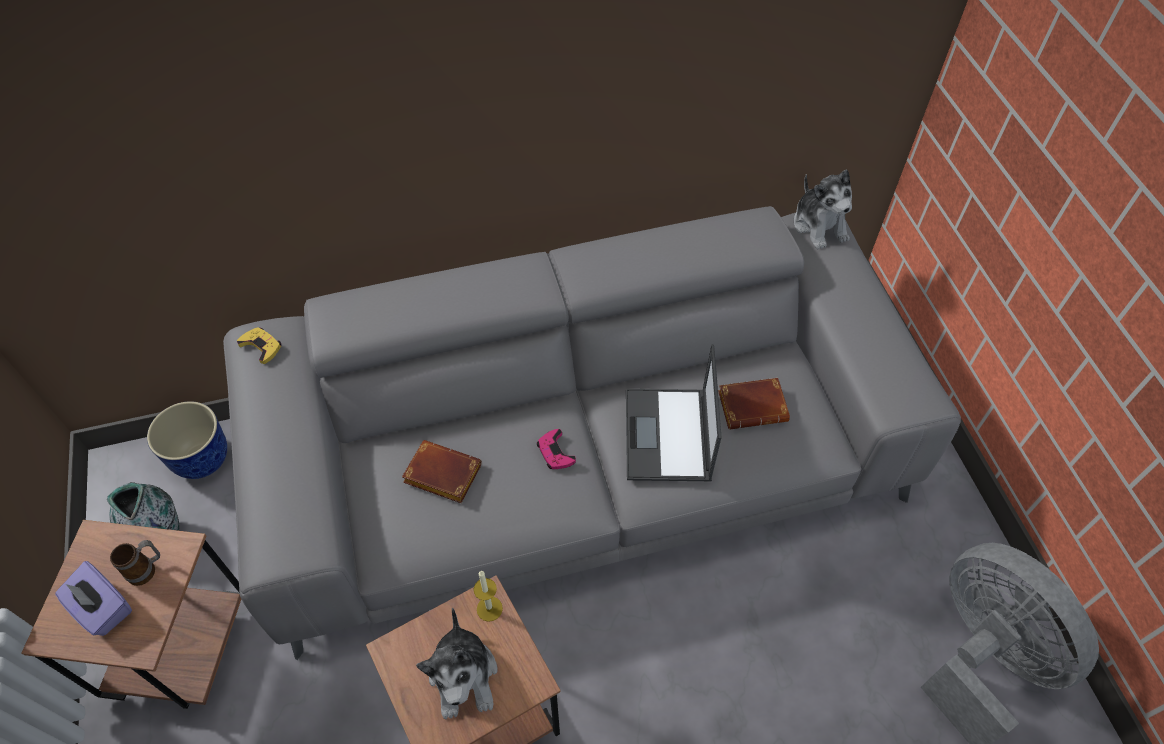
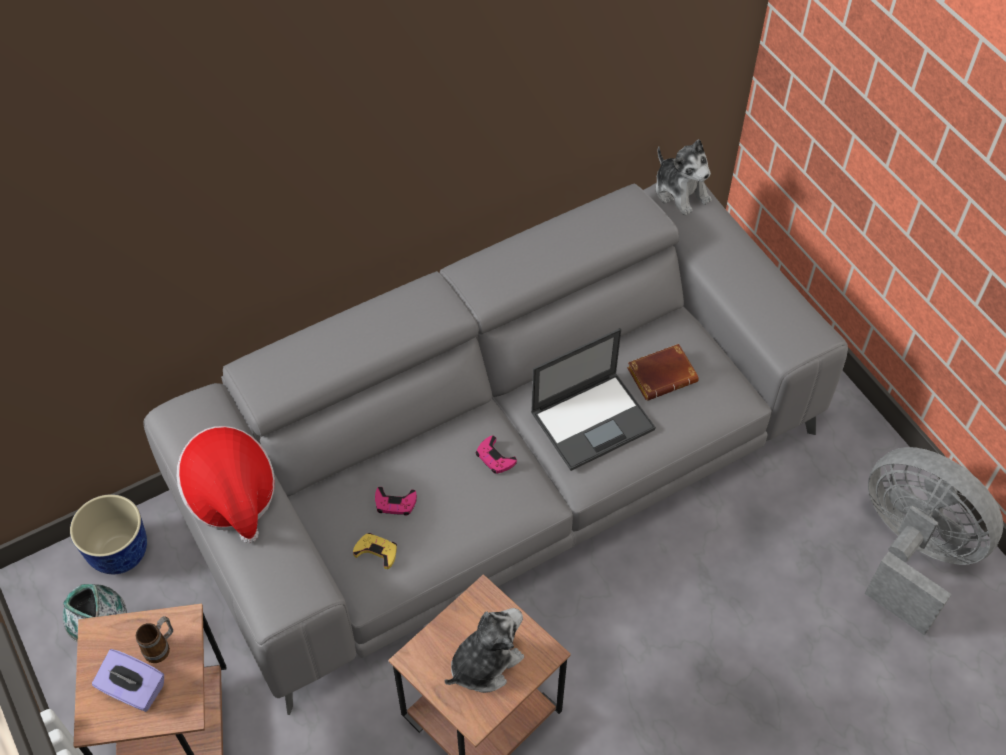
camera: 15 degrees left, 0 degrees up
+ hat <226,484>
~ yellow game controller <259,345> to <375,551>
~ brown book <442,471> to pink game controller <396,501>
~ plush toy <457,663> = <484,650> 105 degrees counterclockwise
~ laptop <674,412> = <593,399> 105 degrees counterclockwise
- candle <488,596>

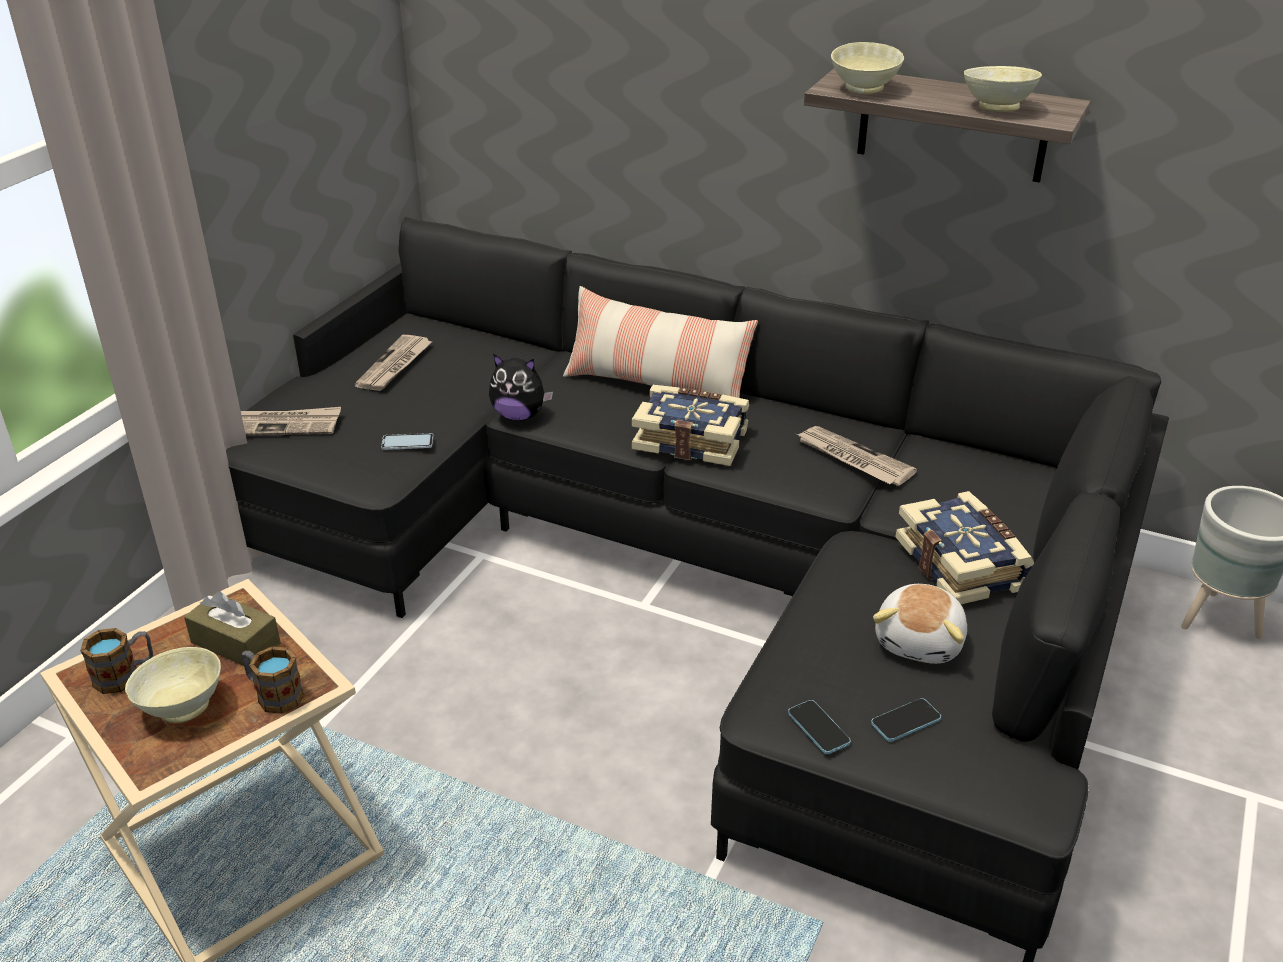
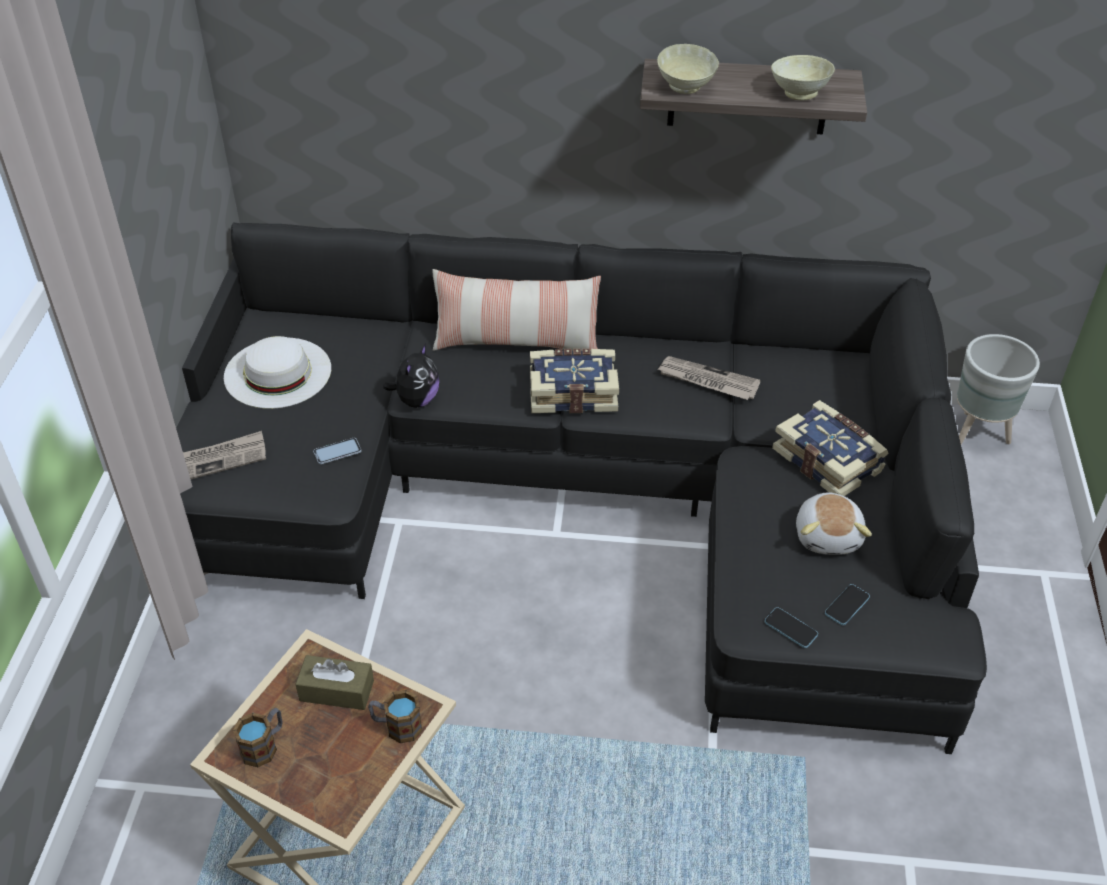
camera: 20 degrees left, 10 degrees up
~ newspaper <394,363> to white hat <277,372>
~ plush toy <521,387> = <411,375> 60 degrees counterclockwise
- beige bowl <173,685>

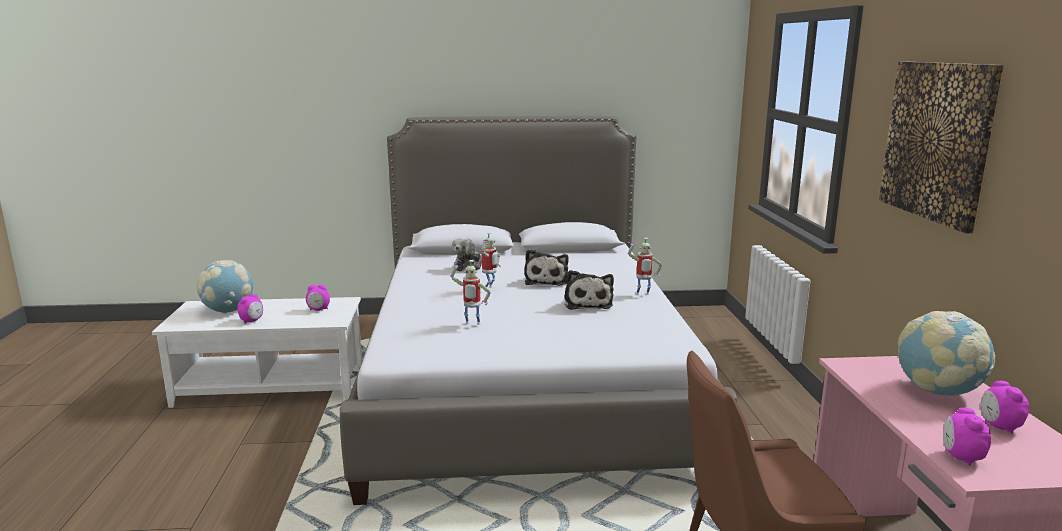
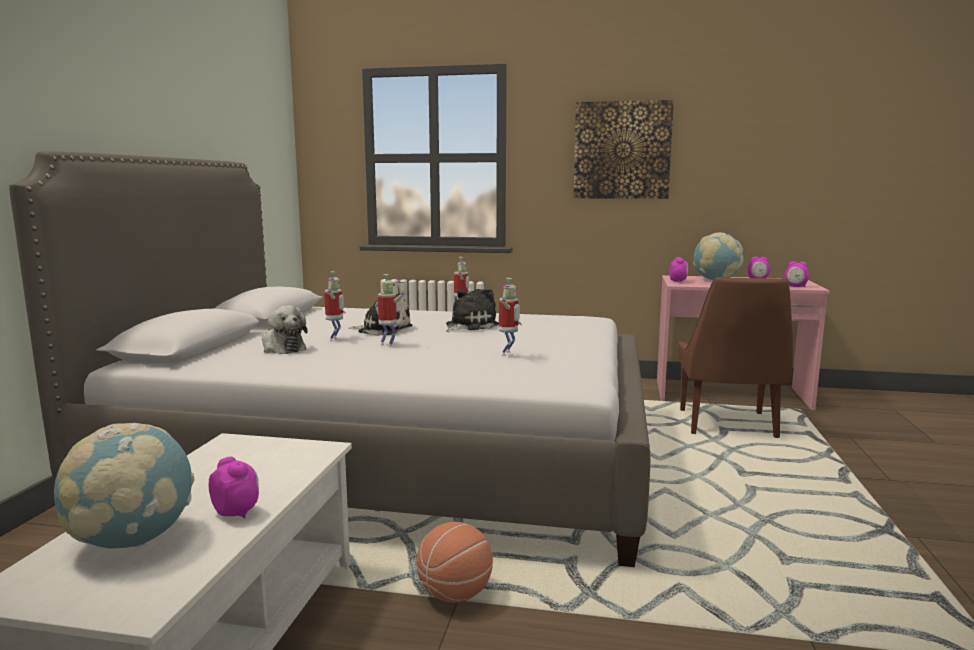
camera: 75 degrees left, 5 degrees down
+ toy robot <335,306>
+ basketball <454,562>
~ plush toy <589,290> = <472,310> 60 degrees counterclockwise
~ alarm clock <318,297> to <679,269>

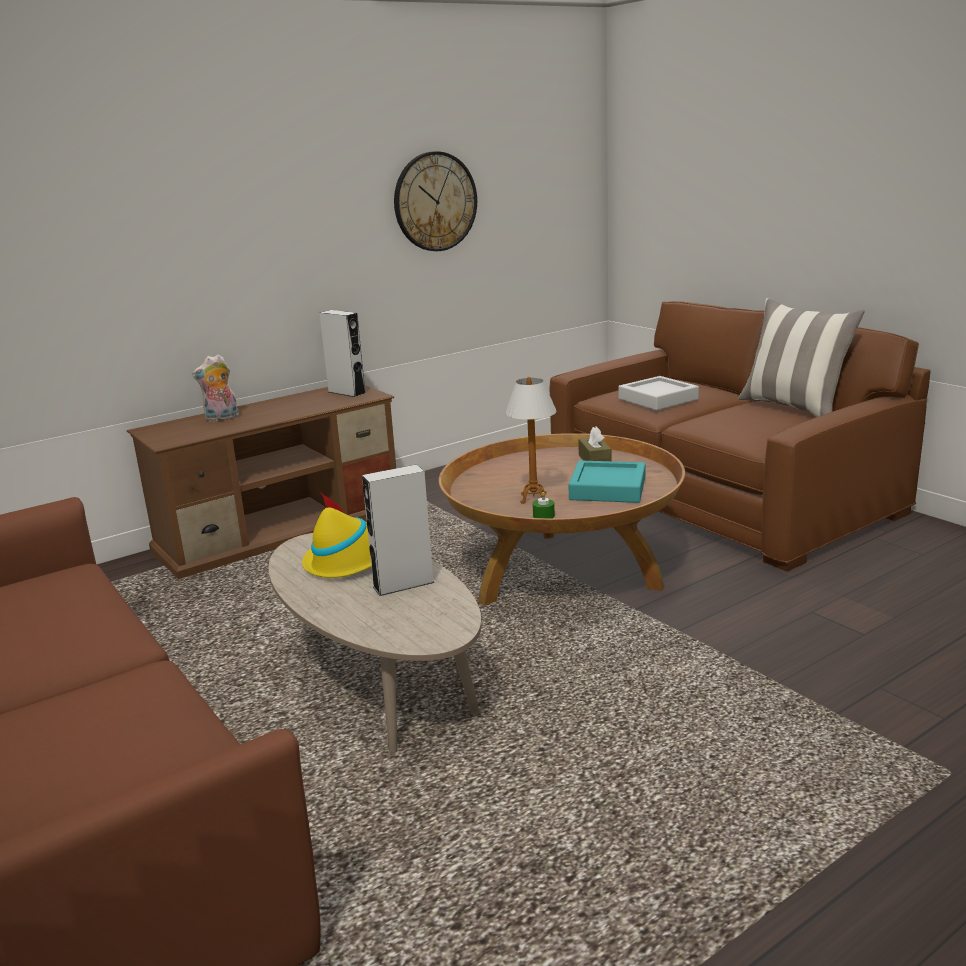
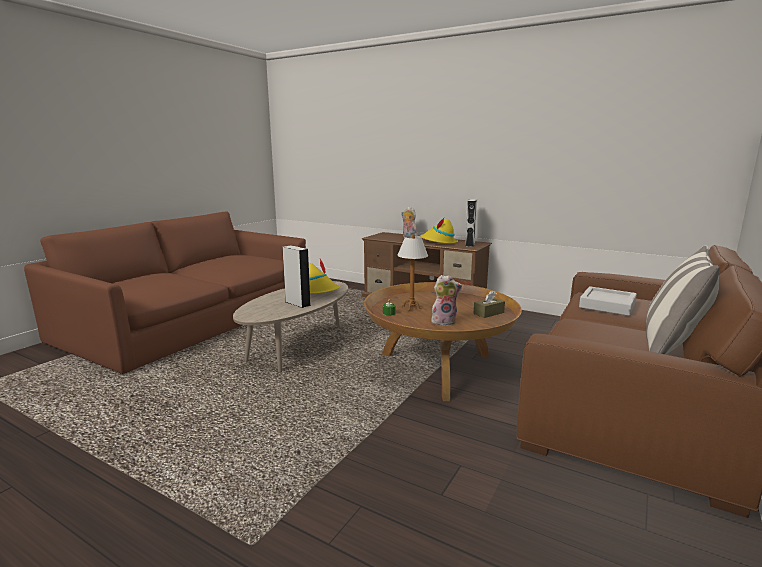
camera: 65 degrees right, 5 degrees down
+ yellow hat <439,230>
~ turquoise tray <607,481> to plush toy <446,300>
- wall clock <435,201>

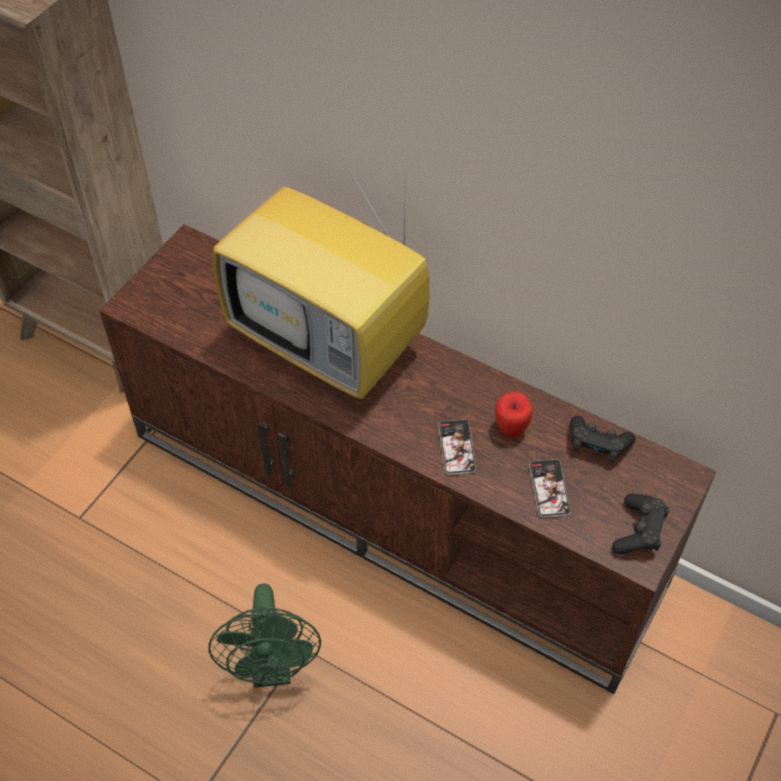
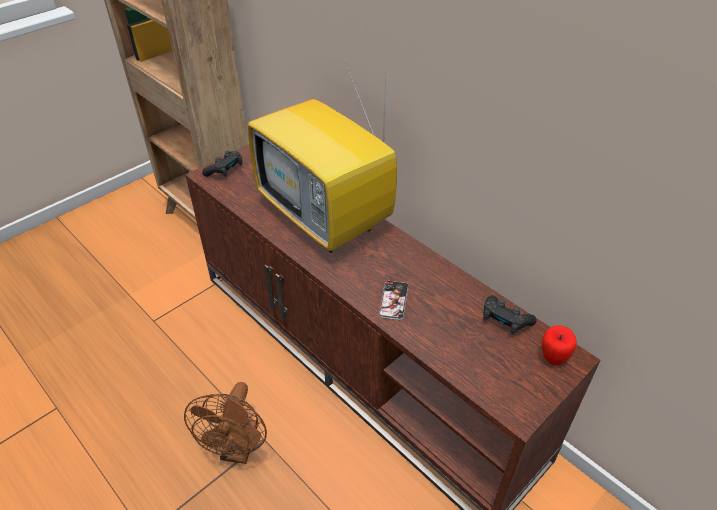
camera: 15 degrees right, 10 degrees down
~ green fan <264,635> to brown fan <225,423>
~ black game controller <640,524> to <222,164>
~ apple <514,414> to <559,346>
- phone <550,488>

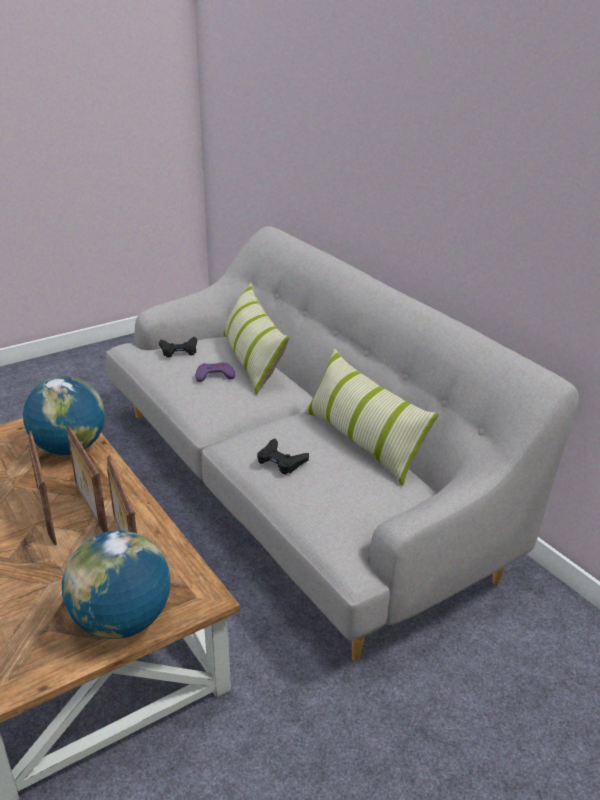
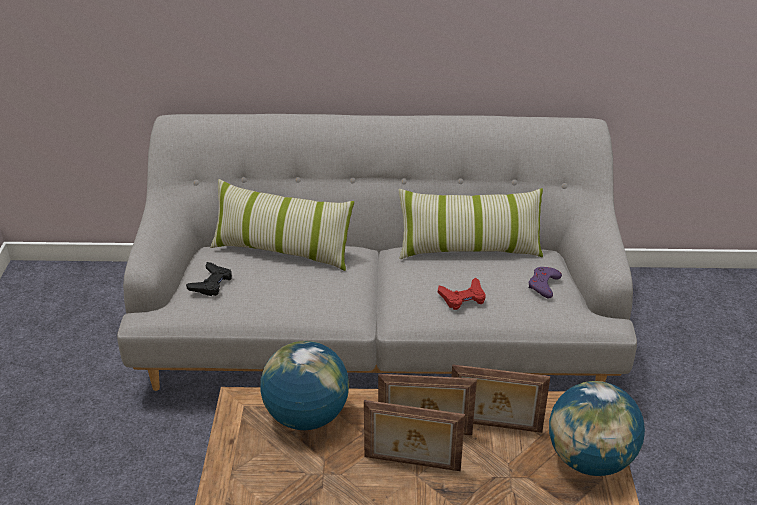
camera: 55 degrees left, 5 degrees up
~ black game controller <283,456> to red game controller <462,294>
~ purple game controller <215,372> to <545,282>

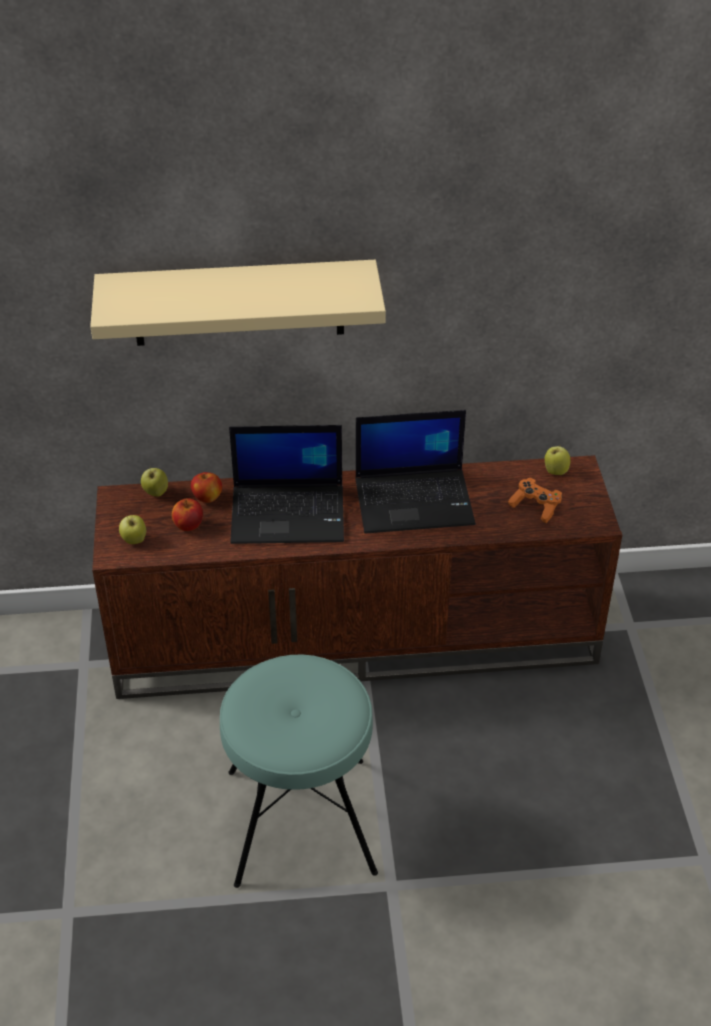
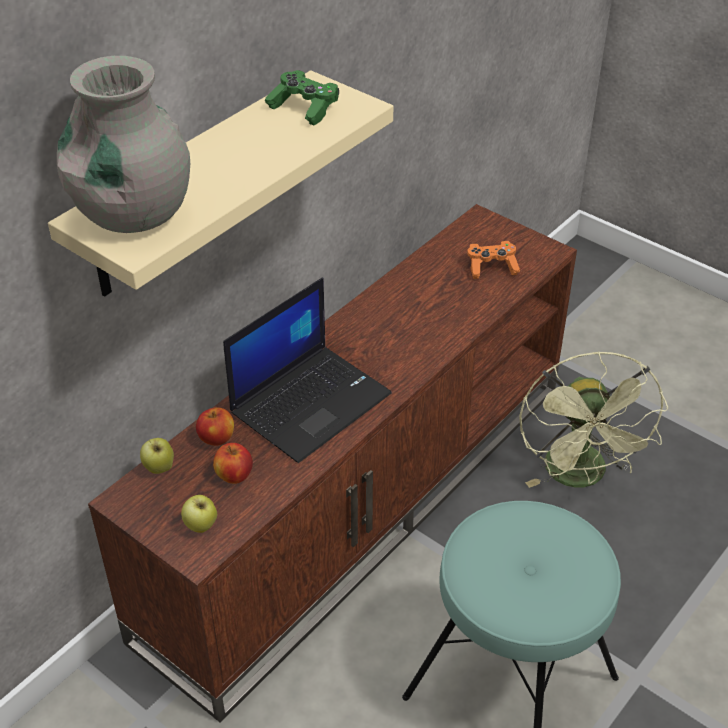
camera: 45 degrees left, 0 degrees up
+ grey vase <123,144>
+ green game controller <302,98>
+ green fan <593,419>
- laptop <415,472>
- apple <558,460>

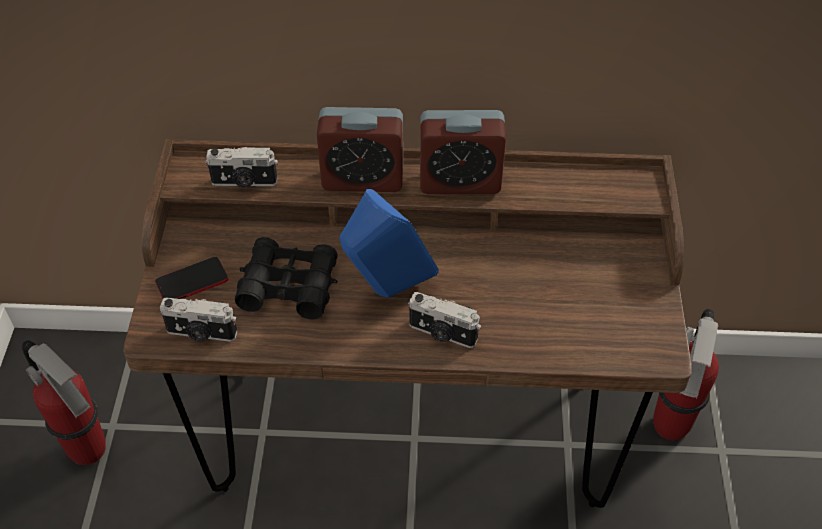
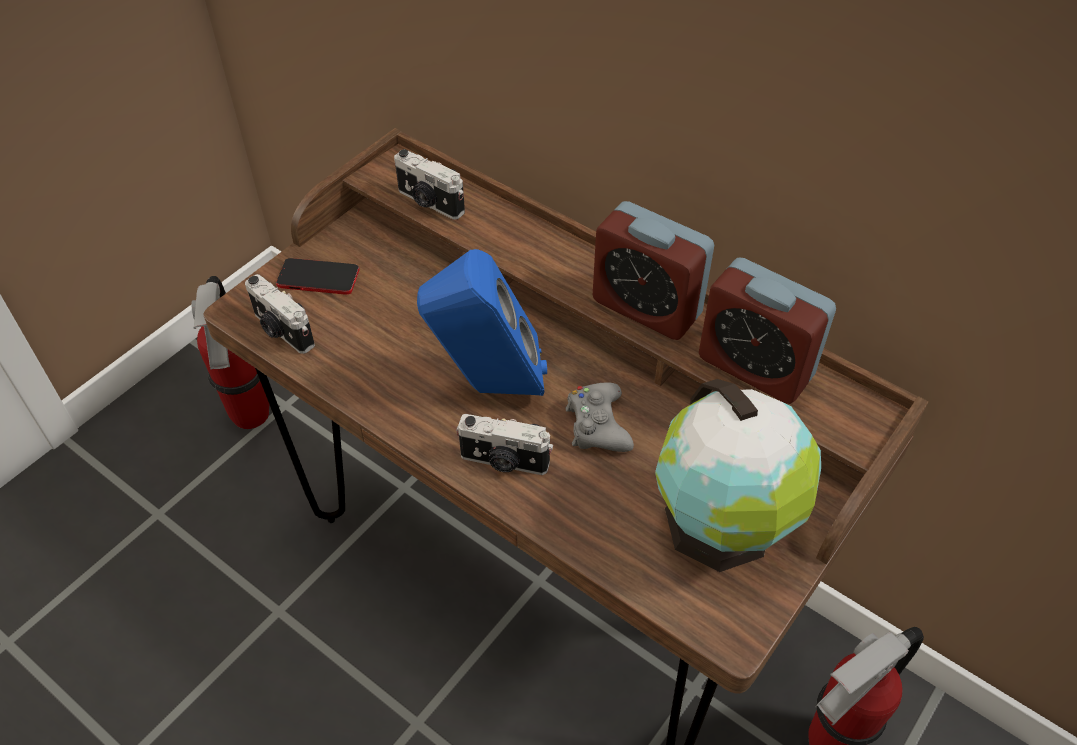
camera: 35 degrees right, 0 degrees up
~ photo camera <444,320> = <504,444> 45 degrees counterclockwise
+ grey game controller <599,417>
+ globe <738,475>
~ alarm clock <360,149> to <767,330>
- black binoculars <286,278>

